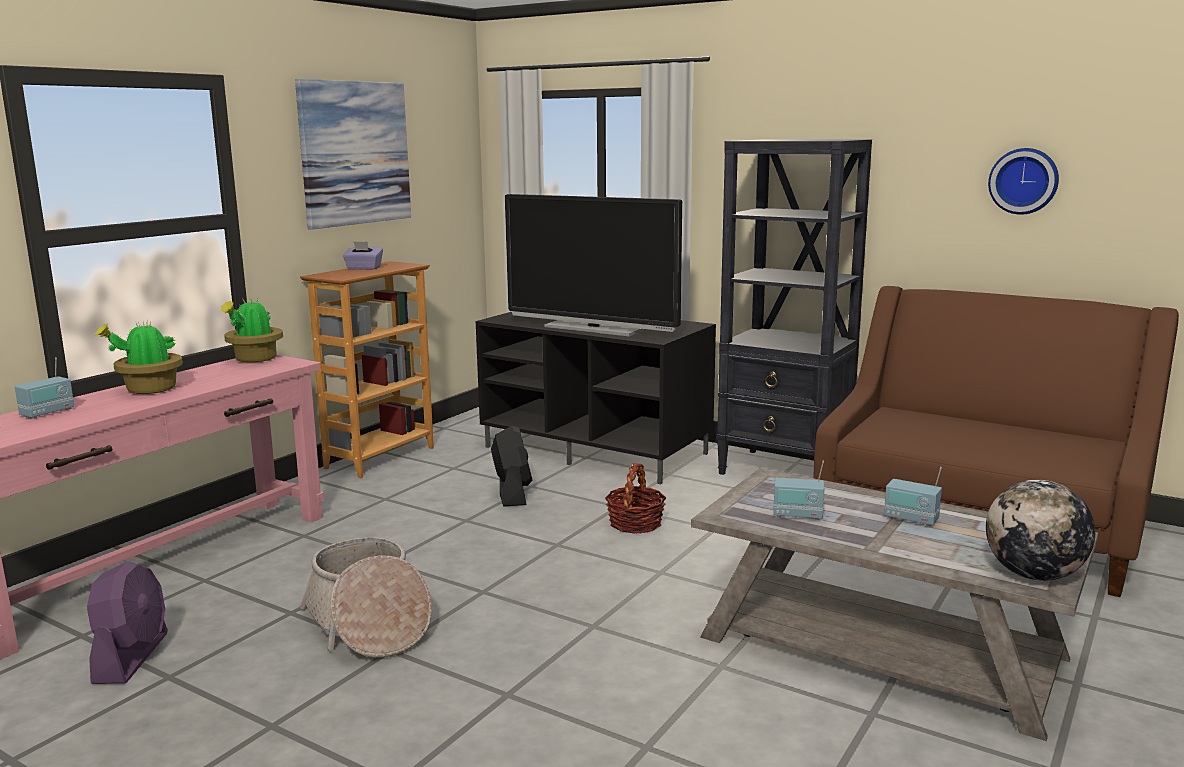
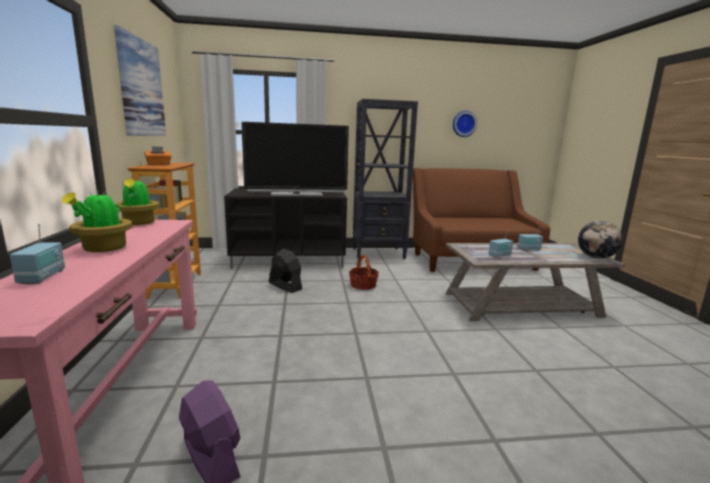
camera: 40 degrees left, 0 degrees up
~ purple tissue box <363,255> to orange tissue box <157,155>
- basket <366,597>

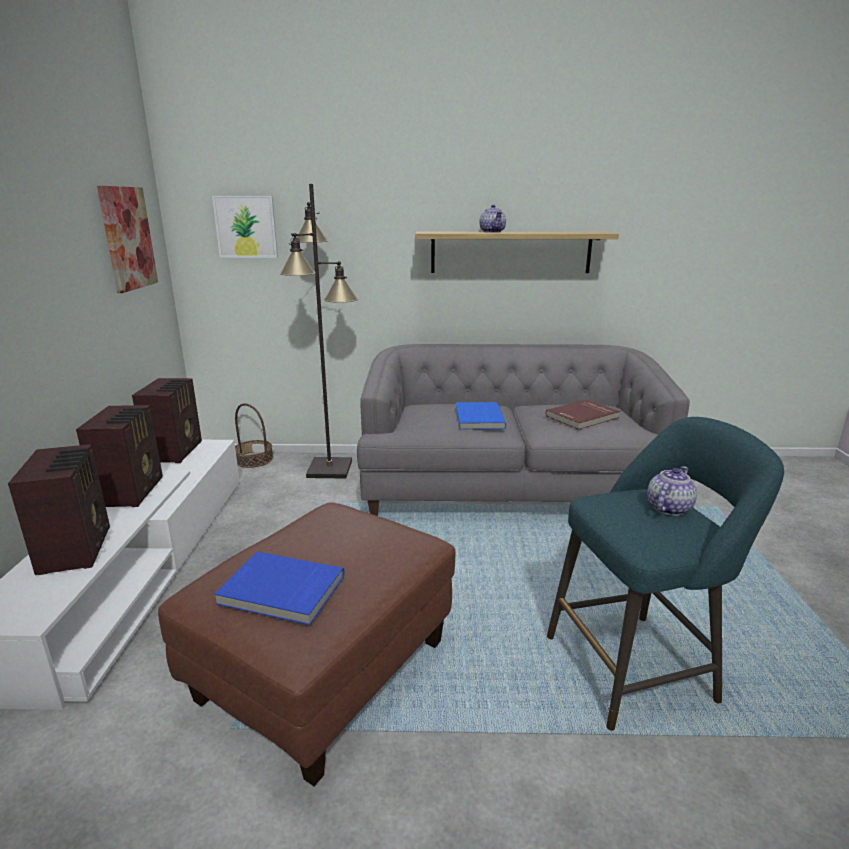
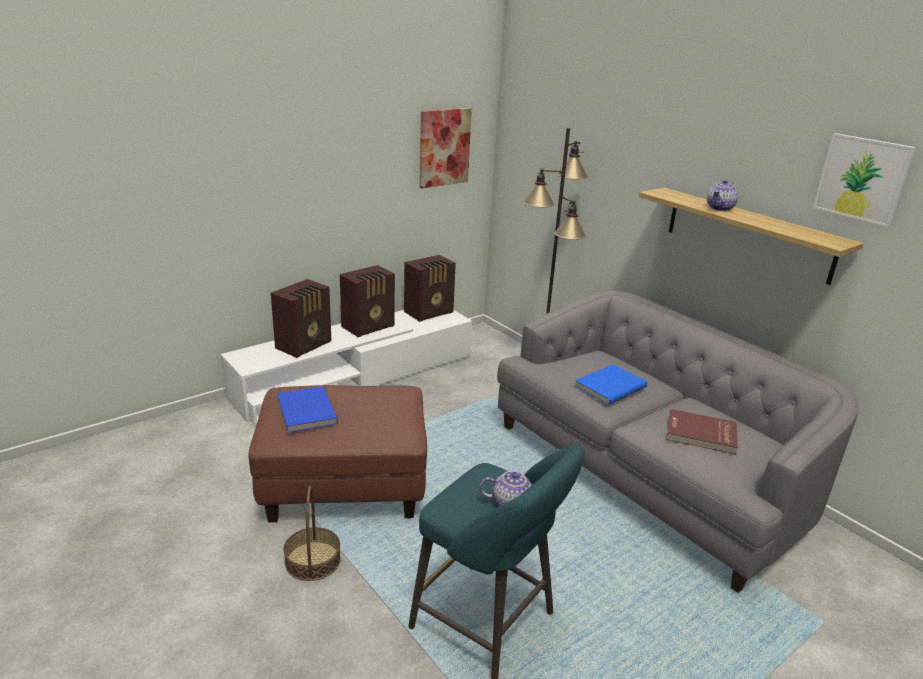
camera: 50 degrees right, 5 degrees up
~ basket <254,435> to <312,533>
~ picture <245,227> to <864,180>

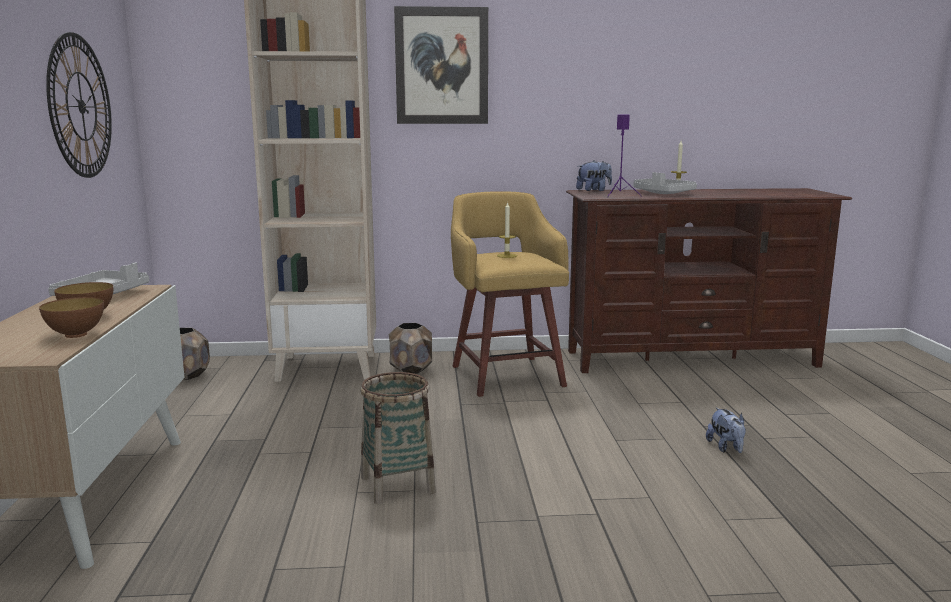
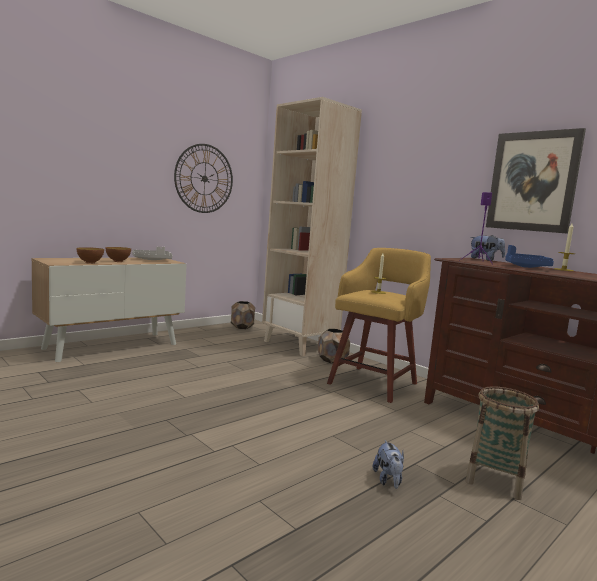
camera: 50 degrees right, 5 degrees down
~ plush toy <726,430> = <388,464> 45 degrees counterclockwise
~ basket <398,438> to <502,443>
~ picture <441,65> to <536,181>
~ grey tray <665,183> to blue tray <529,256>

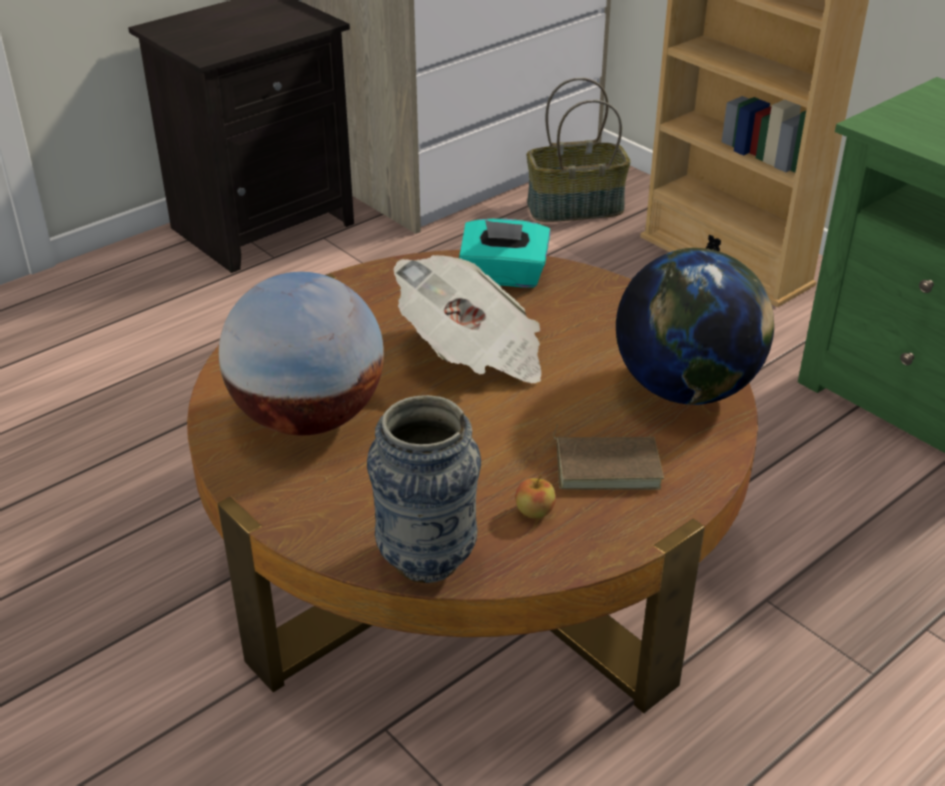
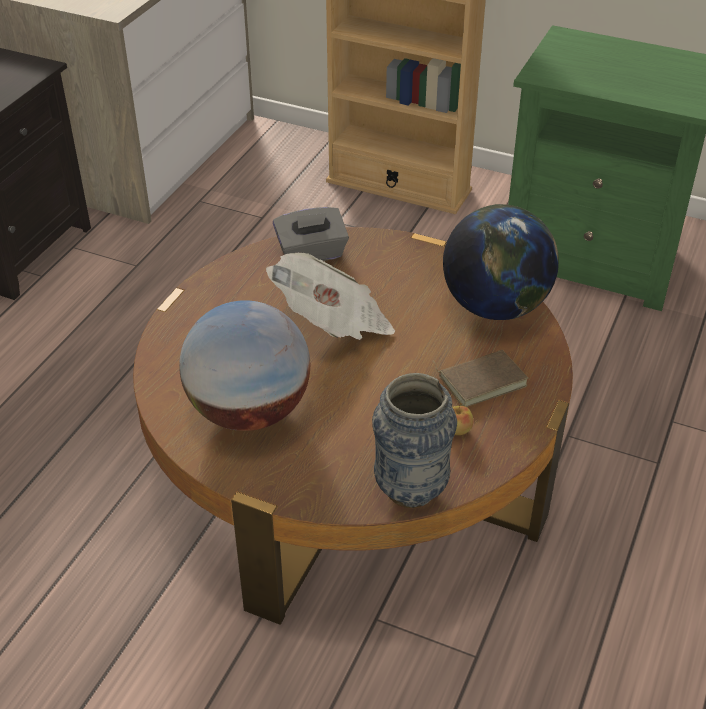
camera: 25 degrees left, 5 degrees up
~ turquoise tissue box <505,253> to grey tissue box <311,234>
- basket <578,149>

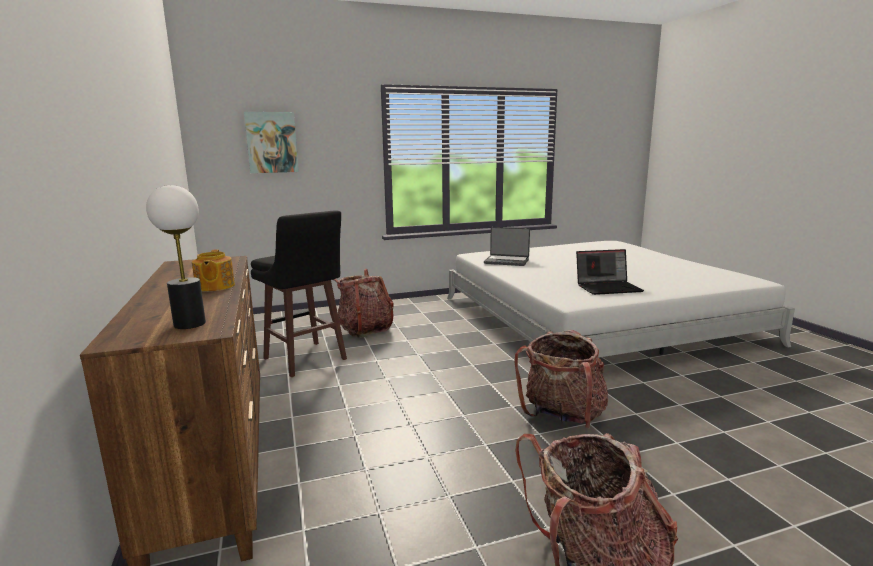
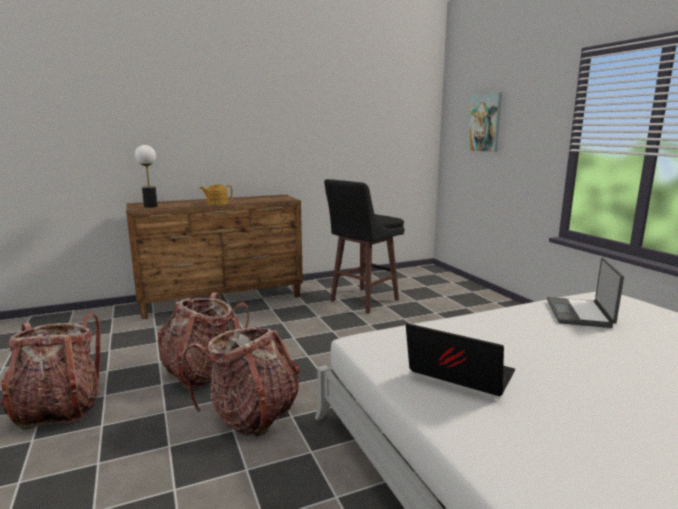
camera: 85 degrees right, 0 degrees up
~ backpack <361,303> to <203,340>
~ laptop <610,272> = <460,359> 135 degrees clockwise

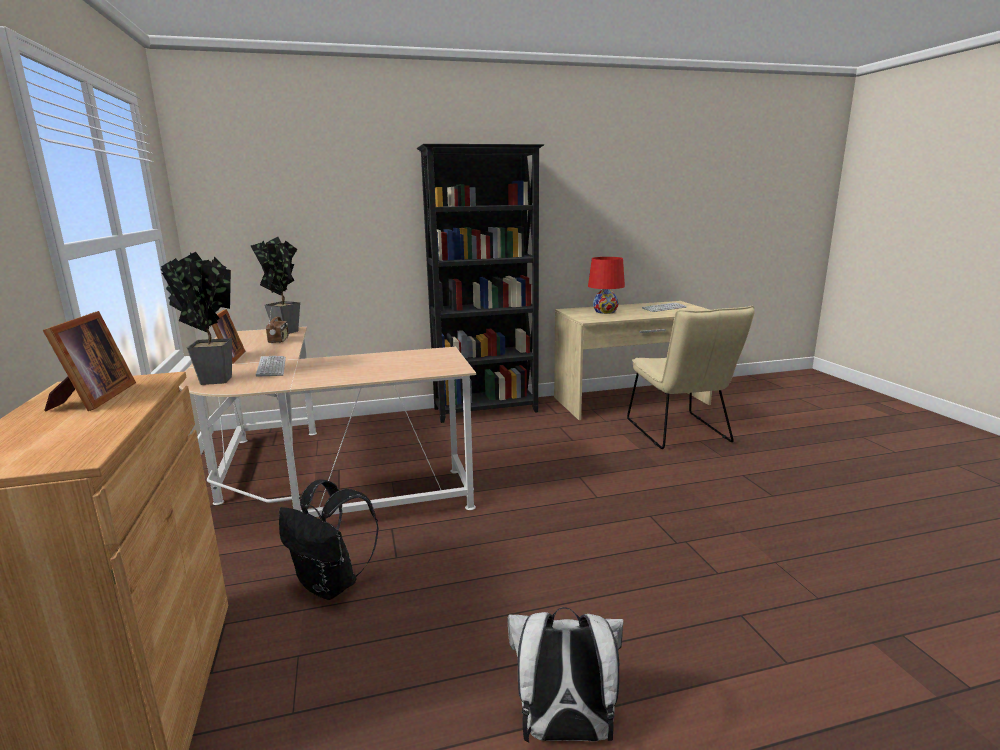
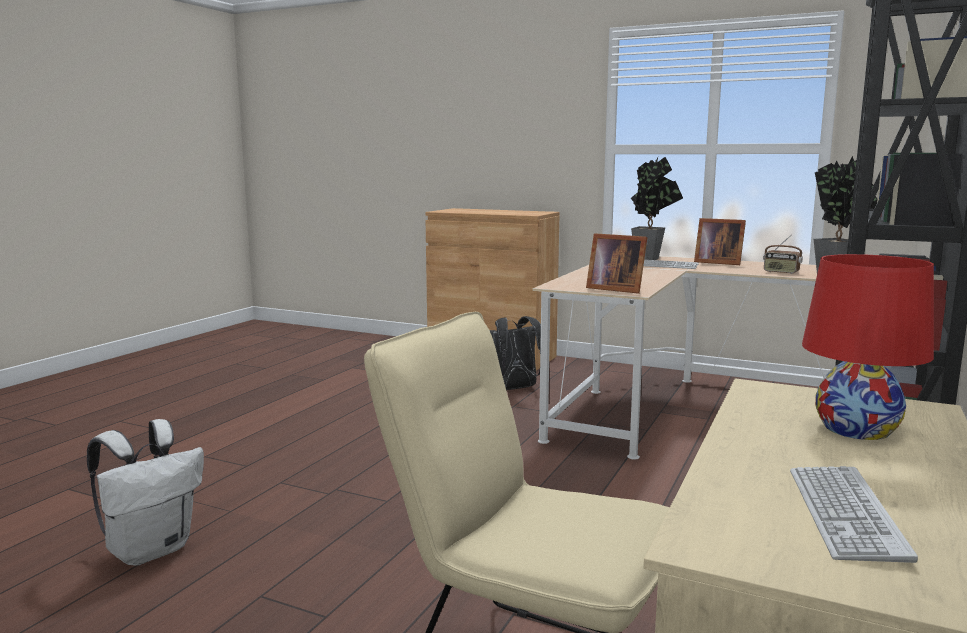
camera: 130 degrees right, 5 degrees down
~ white backpack <565,675> to <145,492>
~ picture frame <89,361> to <616,263>

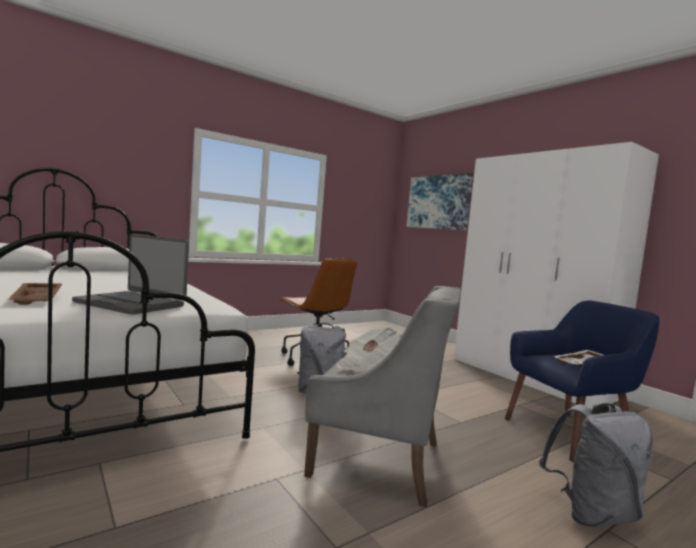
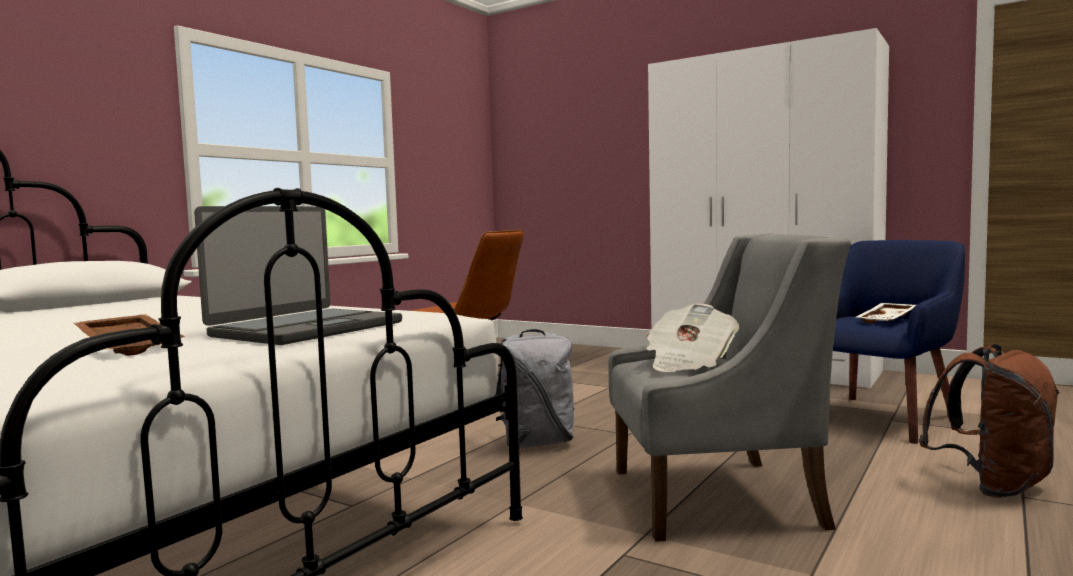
camera: 20 degrees left, 0 degrees up
~ laptop <130,274> = <298,275> 60 degrees counterclockwise
~ grey backpack <596,464> to brown backpack <989,421>
- picture <439,201>

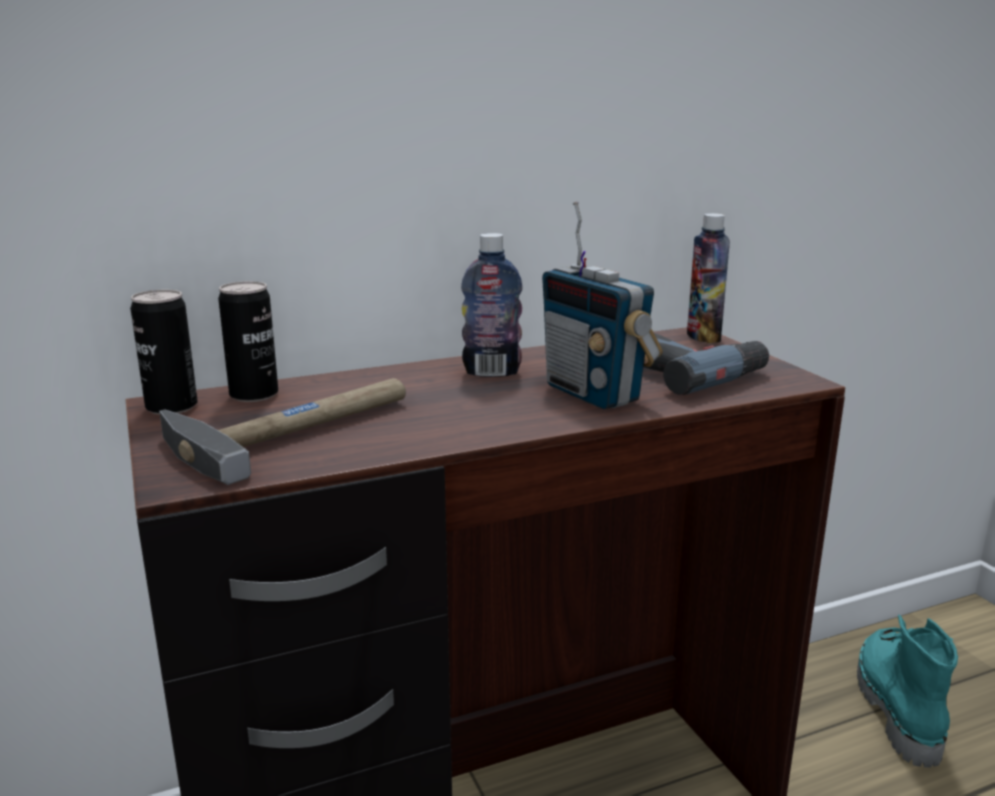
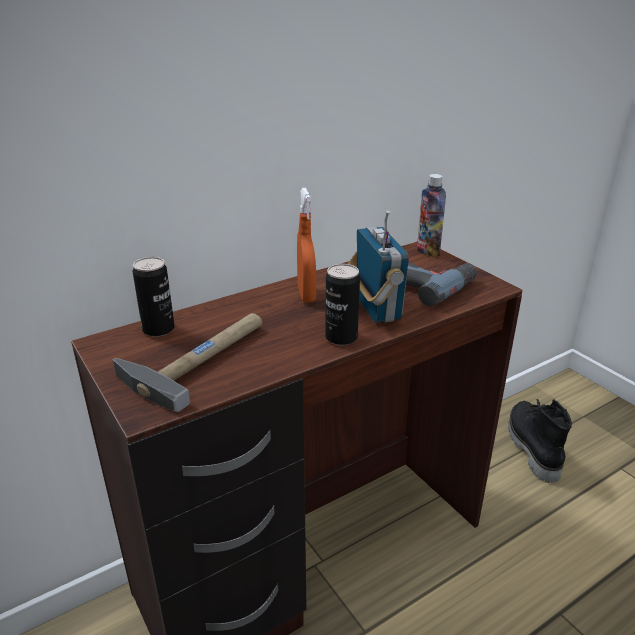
camera: 10 degrees left, 10 degrees up
~ bottle <491,305> to orange spray bottle <306,245>
~ can <164,352> to <342,304>
~ radio <602,305> = <378,266> 150 degrees counterclockwise
~ turquoise boot <907,691> to black boot <540,441>

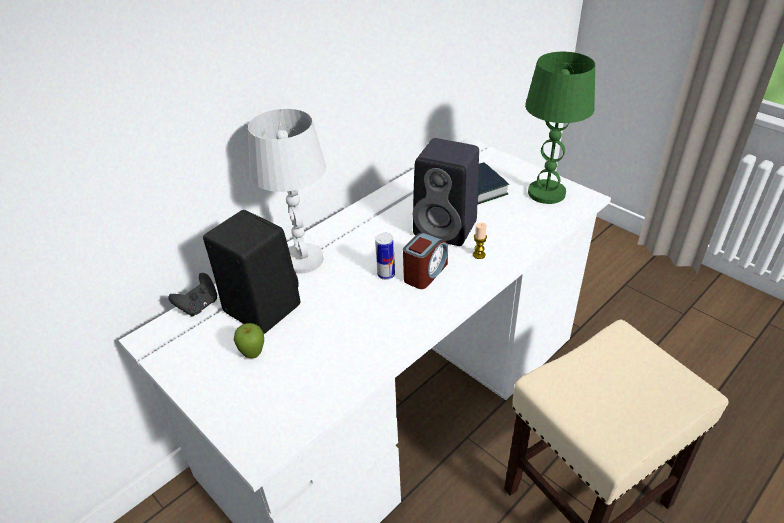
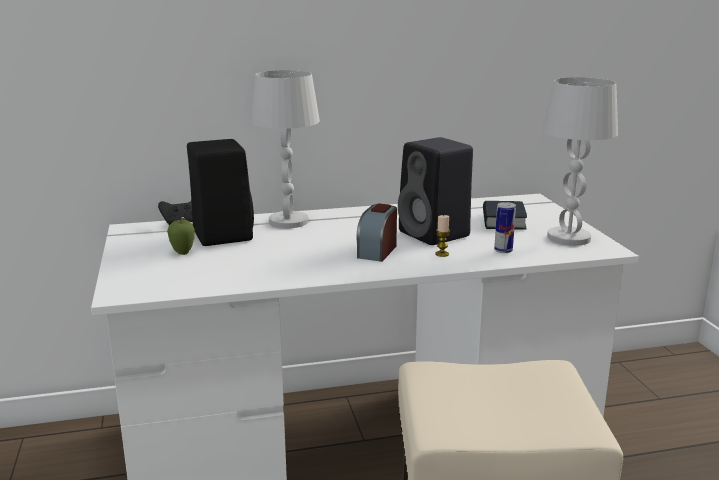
camera: 30 degrees right, 20 degrees down
~ alarm clock <425,261> = <376,232> 135 degrees clockwise
~ can <385,256> to <505,227>
~ green table lamp <560,128> to white table lamp <580,161>

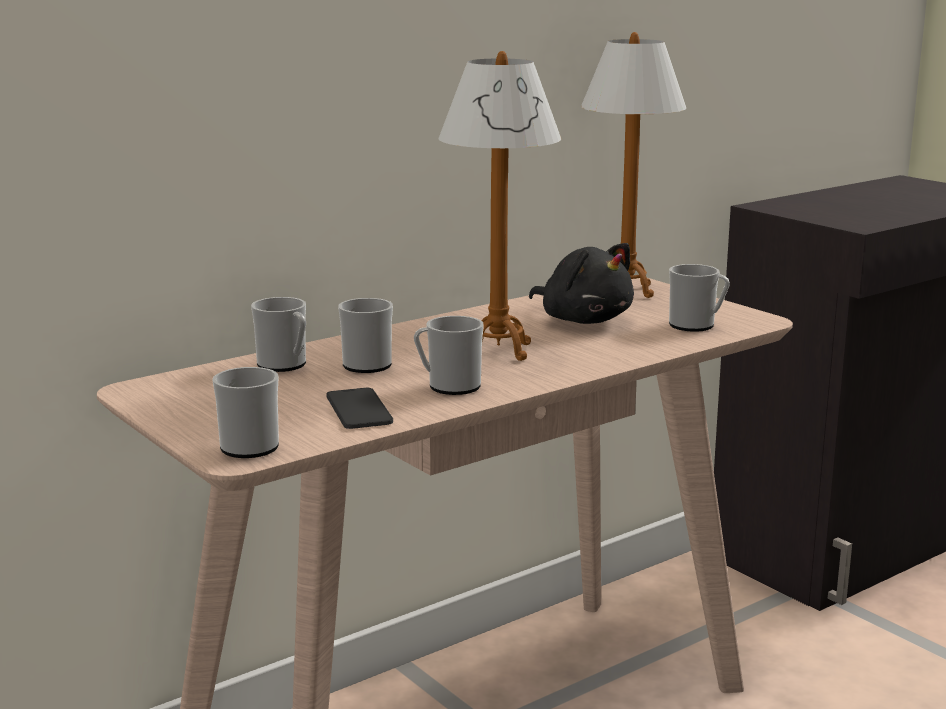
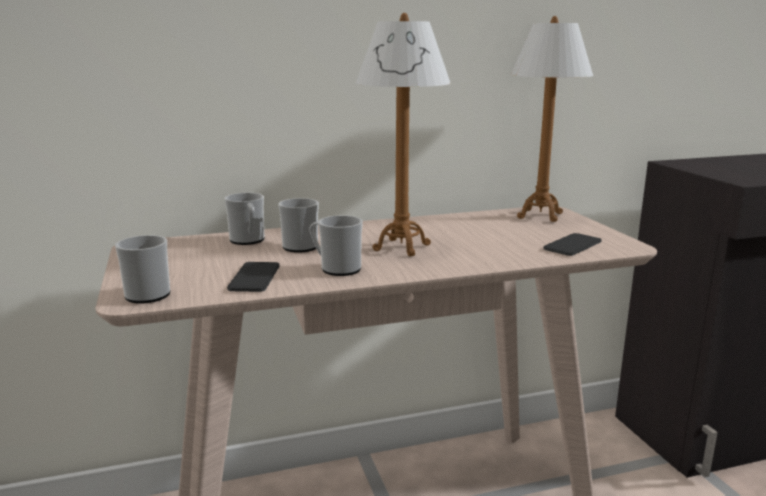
camera: 20 degrees right, 0 degrees up
~ mug <699,298> to phone <572,244>
- black plush toy <581,283>

